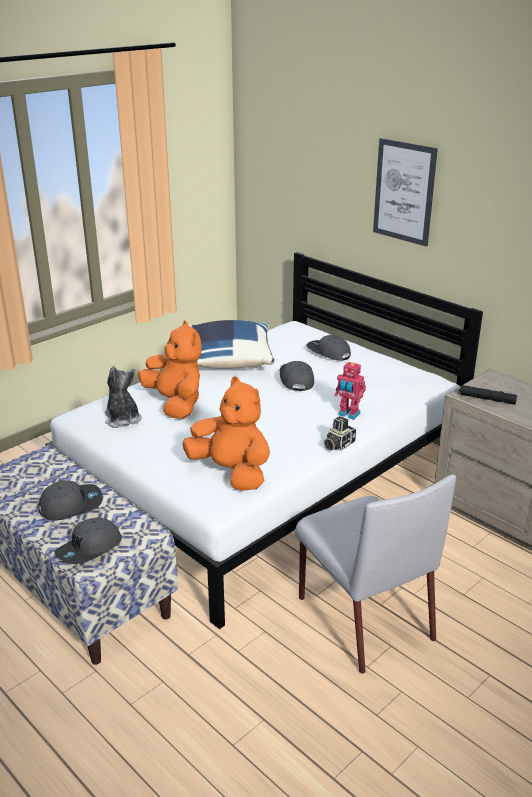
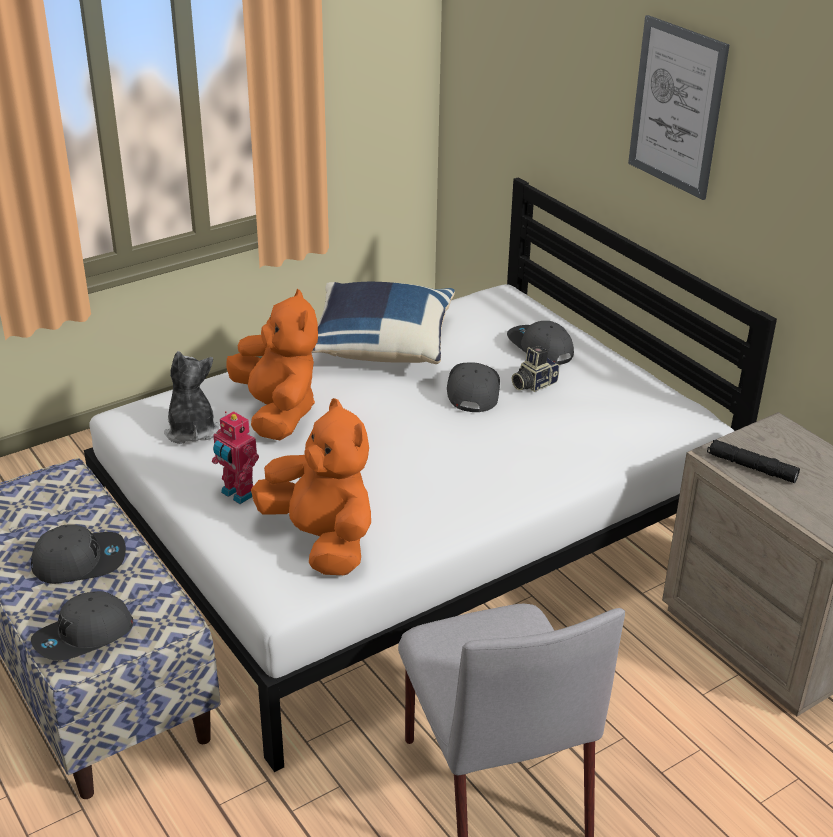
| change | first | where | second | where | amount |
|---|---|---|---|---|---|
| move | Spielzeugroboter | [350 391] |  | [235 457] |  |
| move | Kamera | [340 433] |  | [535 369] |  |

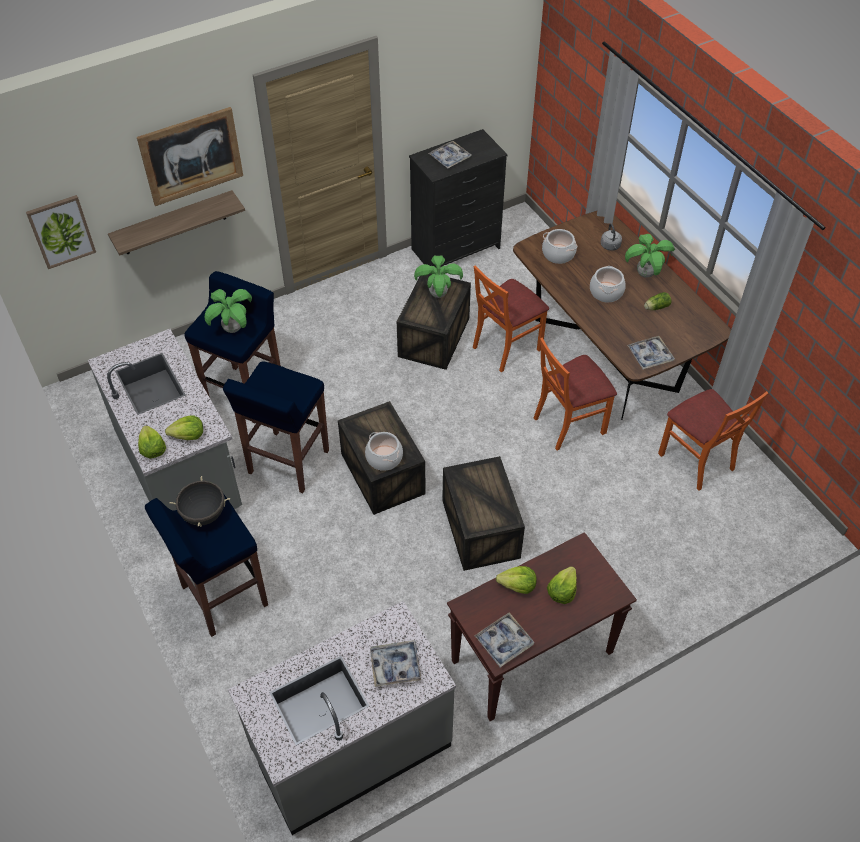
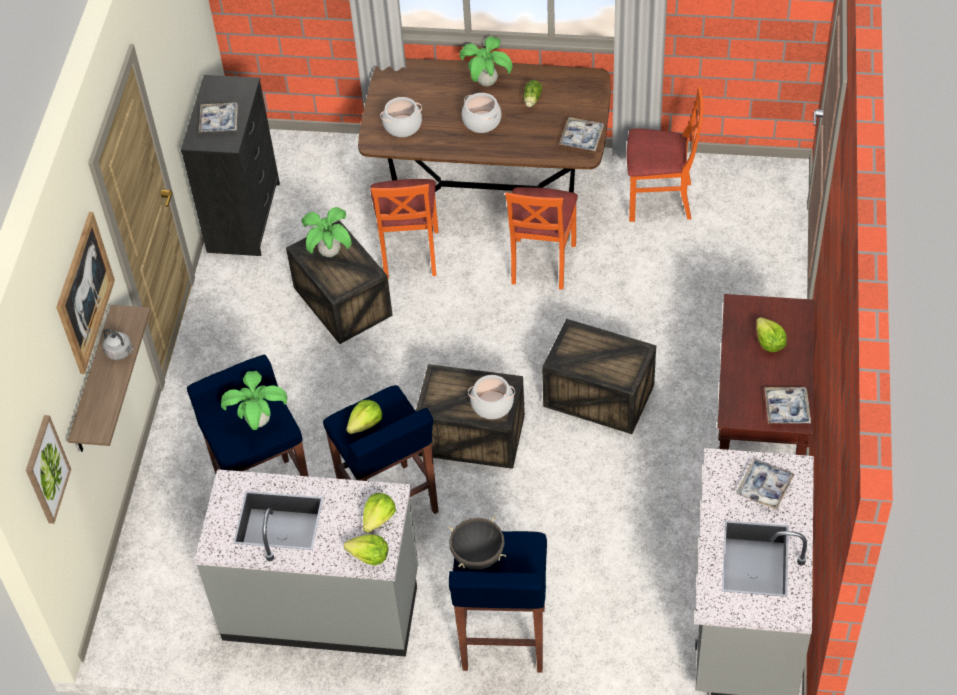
| change | first | where | second | where | amount |
|---|---|---|---|---|---|
| move | Wasserkessel [grau] | [611 237] |  | [118 344] |  |
| move | Salatkopf | [516 580] |  | [364 417] |  |

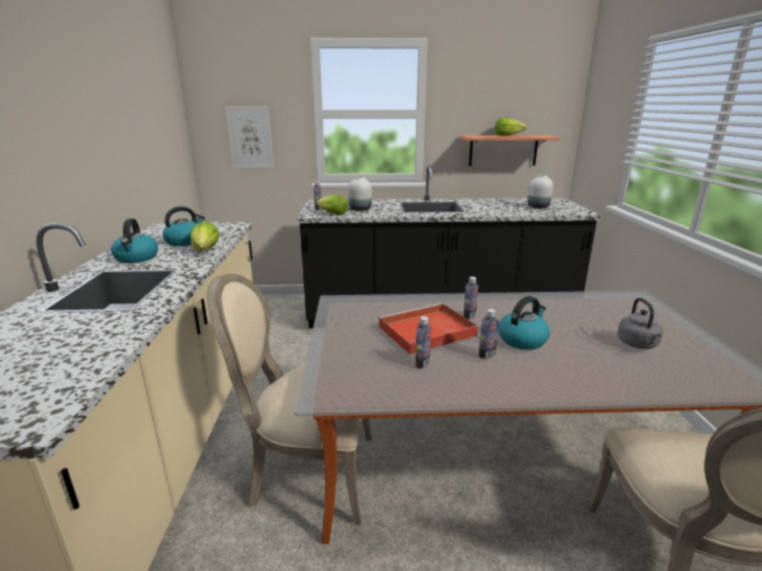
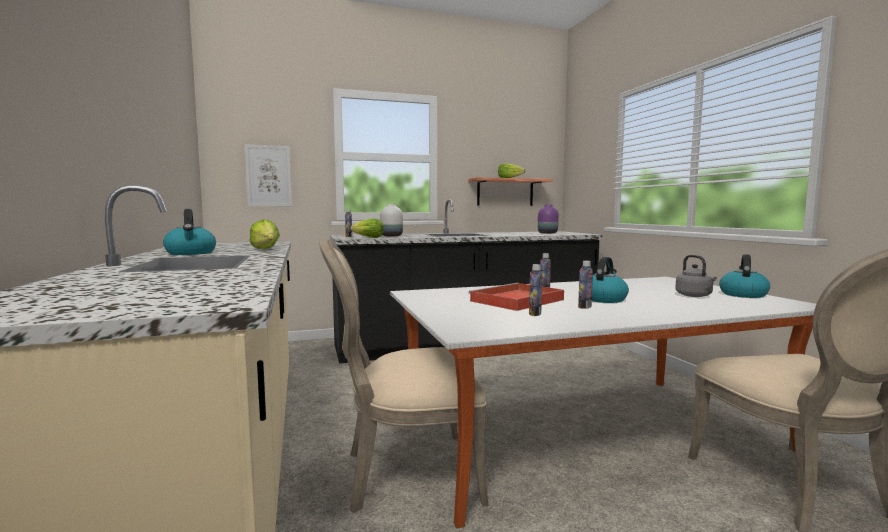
| change | first | where | second | where | amount |
|---|---|---|---|---|---|
| recolor | Vase [weiß] | [540 191] | Vase [lila] | [548 219] |  |
| move | Wasserkessel | [184 226] |  | [744 276] |  |

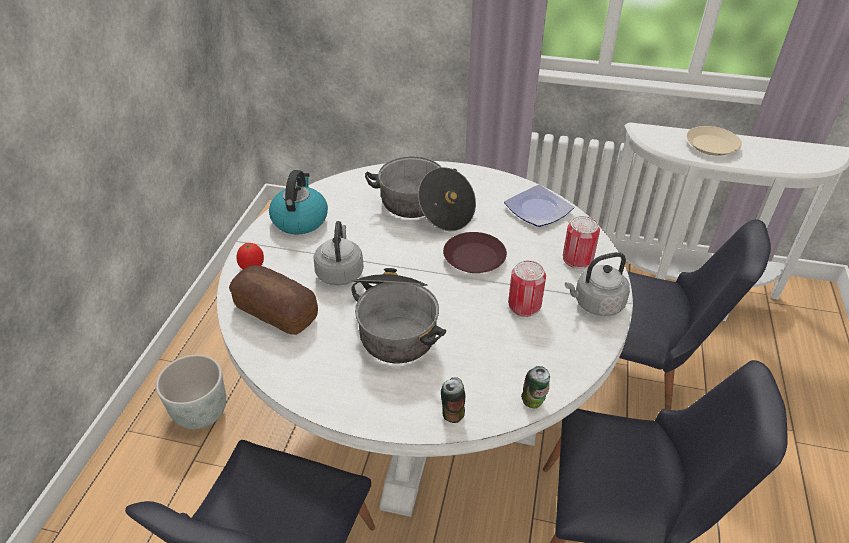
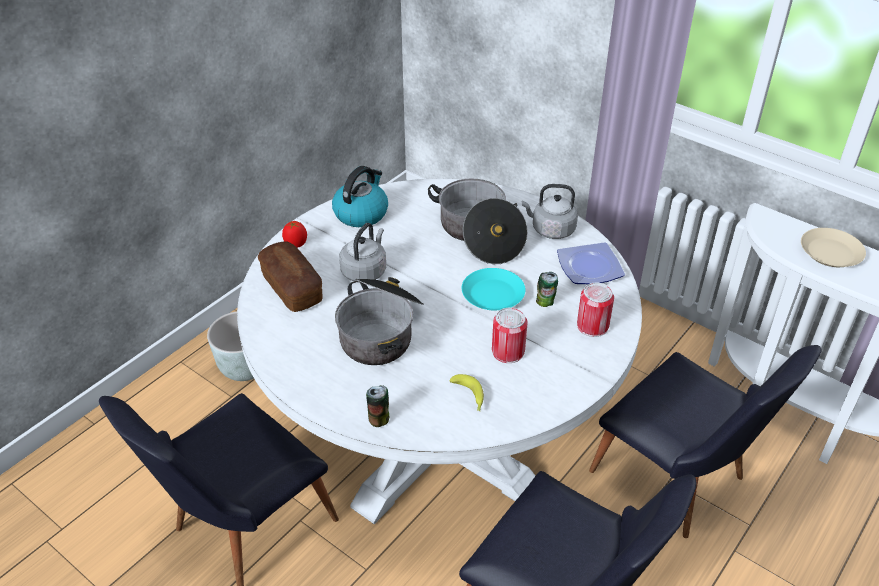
| change | first | where | second | where | amount |
|---|---|---|---|---|---|
| insert |  |  | Banane | [467 392] |  |
| recolor | Teller [braun] | [475 252] | Teller [türkis] | [493 289] |  |
| move | Wasserkessel [grau] | [597 284] |  | [550 211] |  |
| move | Dose | [535 387] |  | [547 289] |  |

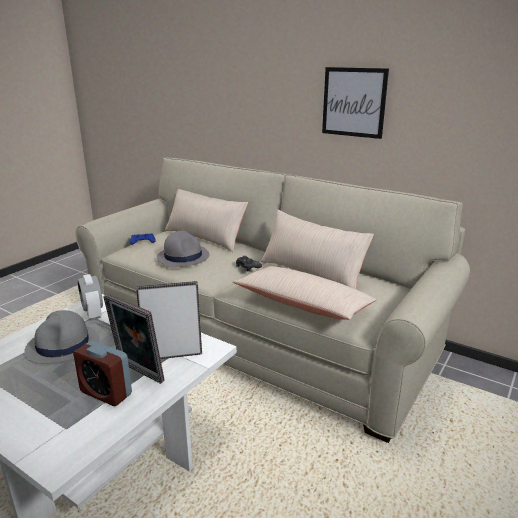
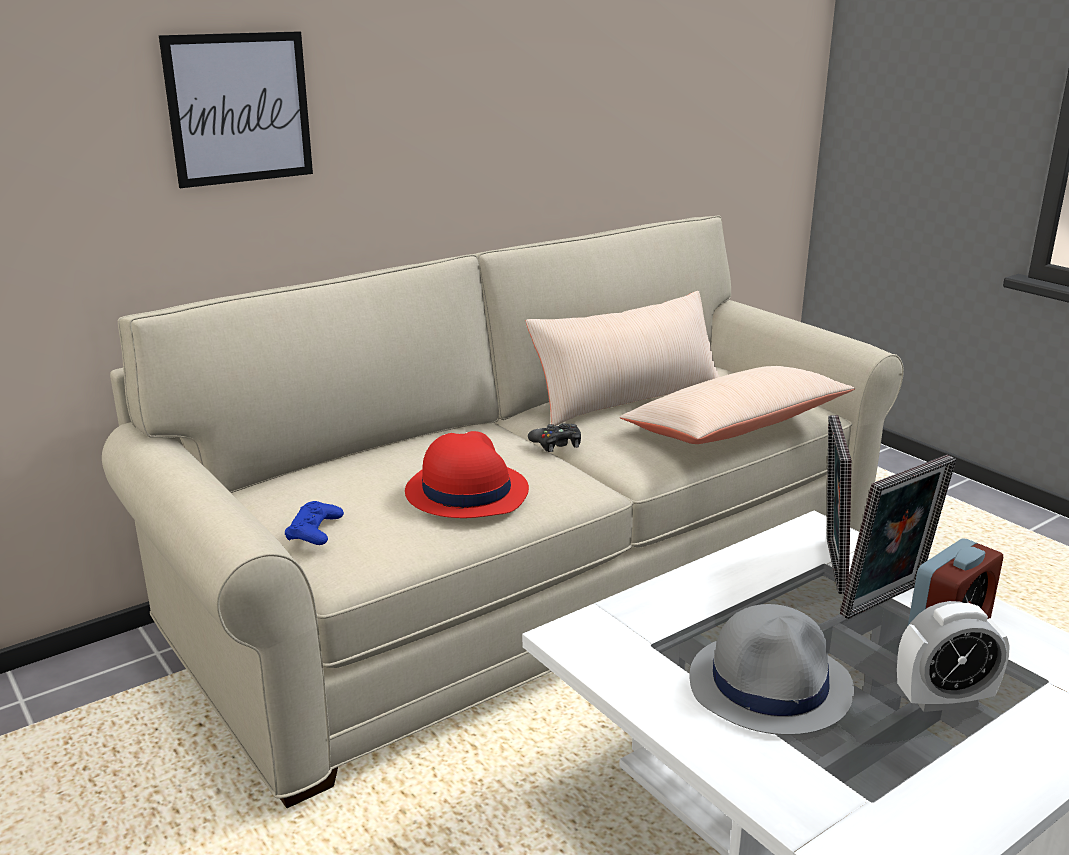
| change | first | where | second | where | amount |
|---|---|---|---|---|---|
| move | Bild | [355 103] |  | [236 109] |  |
| recolor | Hut [grau] | [183 249] | Hut [rot] | [467 474] |  |
| move | Wecker | [90 297] |  | [953 656] |  |
| delete | Kissen [beige] | [206 220] |  |  |  |

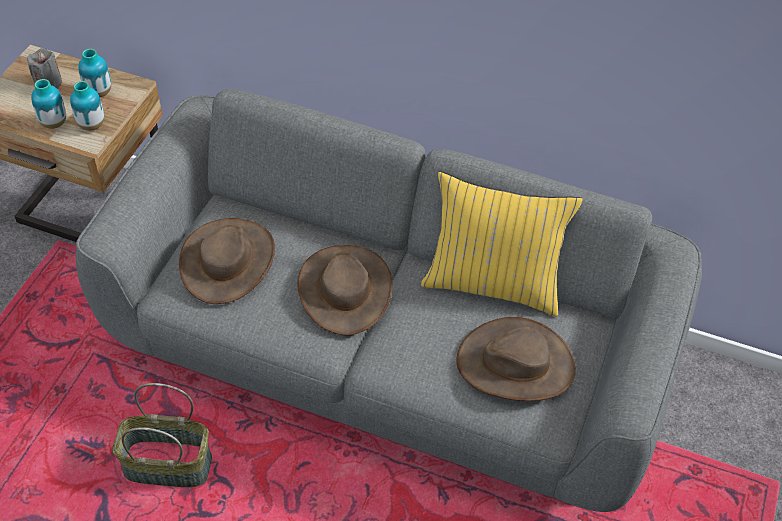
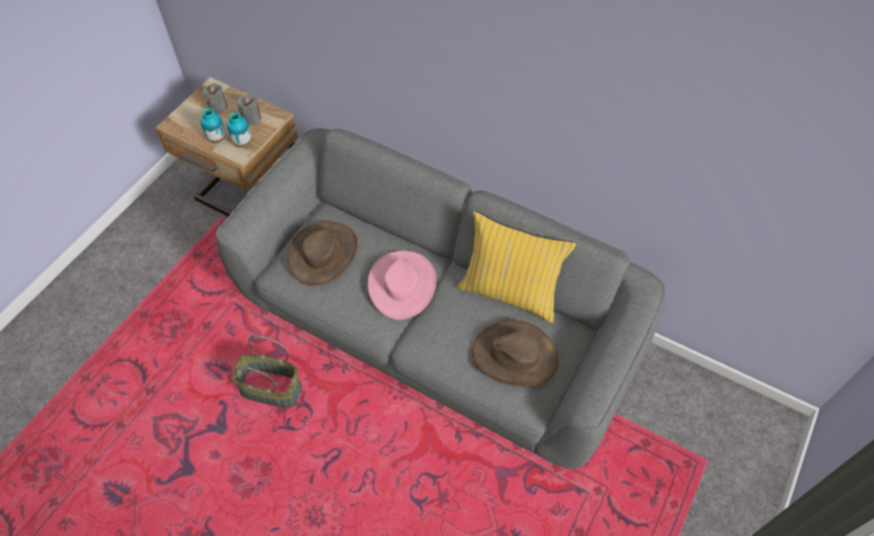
| change | first | where | second | where | amount |
|---|---|---|---|---|---|
| replace | Vase | [94 73] | Kerze [grau] | [249 109] |  |
| recolor | Hut [braun] | [345 290] | Hut [rosa] | [402 285] |  |

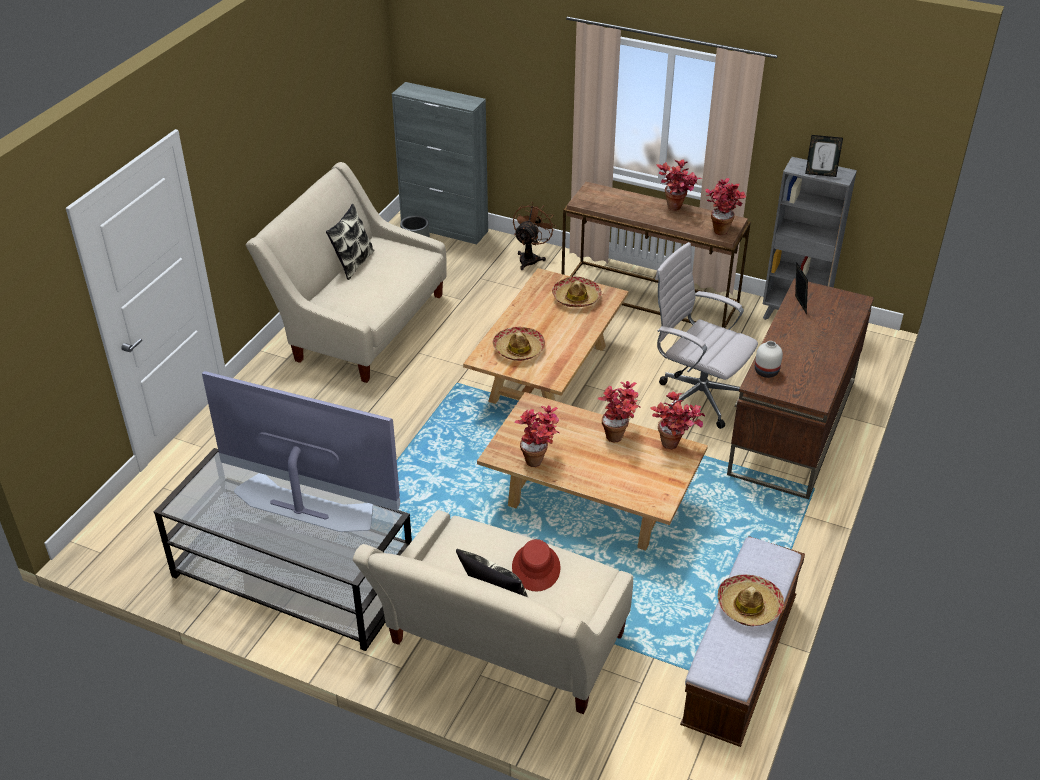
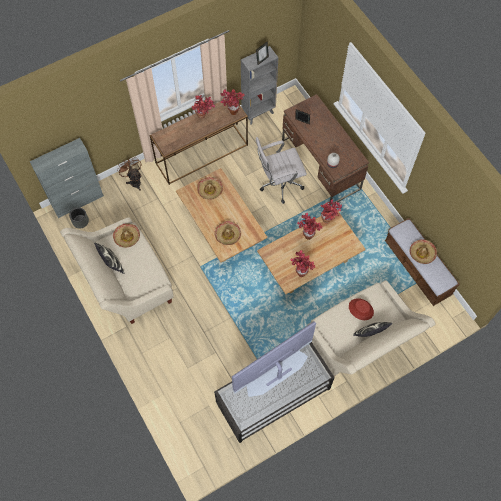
| change | first | where | second | where | amount |
|---|---|---|---|---|---|
| insert |  |  | Hut | [126 236] |  |

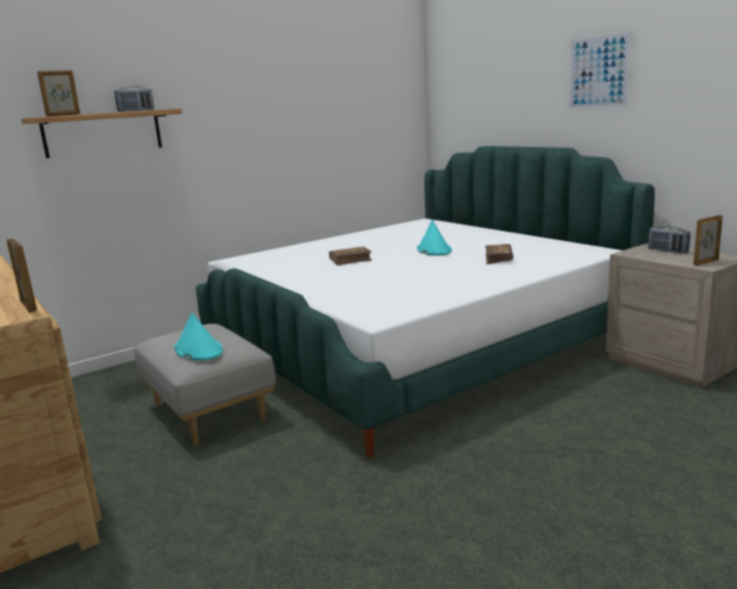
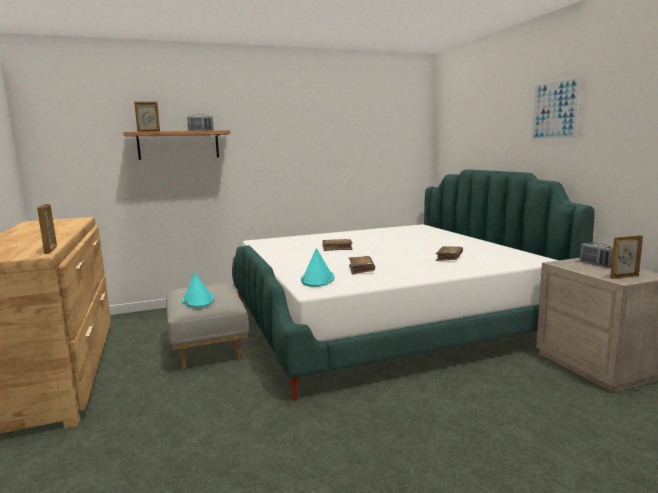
| change | first | where | second | where | amount |
|---|---|---|---|---|---|
| move | Hut [türkis] | [434 238] |  | [318 267] |  |
| insert |  |  | Buch [braun] | [361 265] |  |

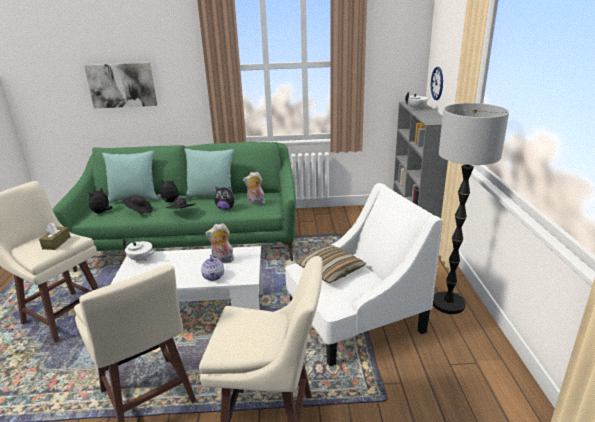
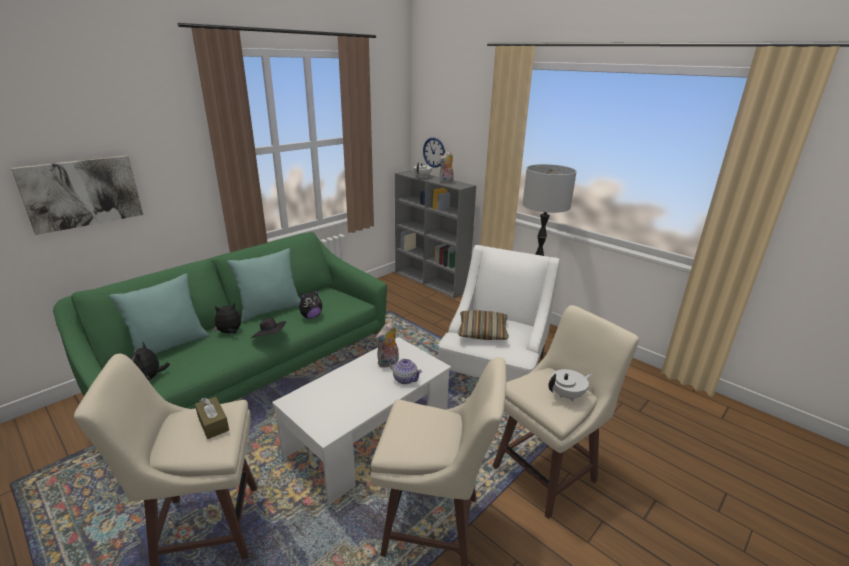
| change | first | where | second | where | amount |
|---|---|---|---|---|---|
| move | Plüschtier | [254 188] |  | [446 167] |  |
| move | Teekanne [weiß] | [139 250] |  | [570 385] |  |
| delete | Hut [schwarz] | [137 204] |  |  |  |

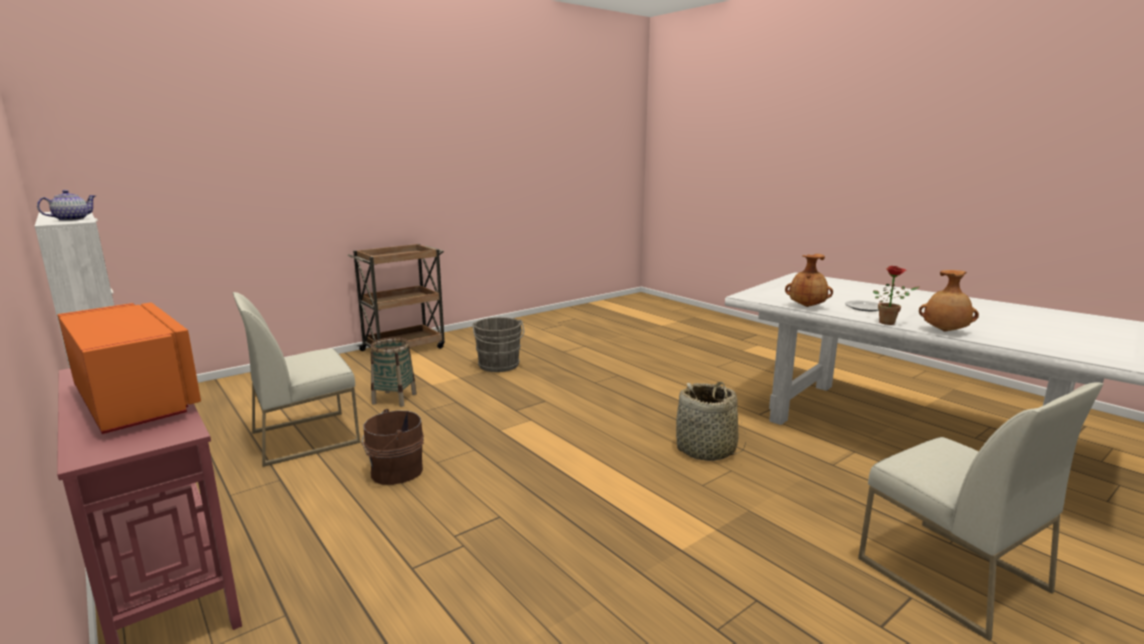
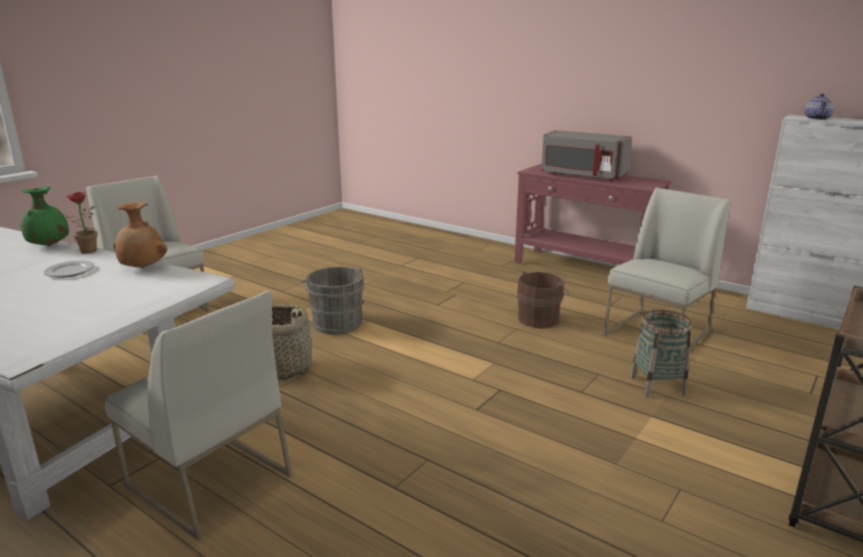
| change | first | where | second | where | amount |
|---|---|---|---|---|---|
| recolor | Vase [braun] | [949 300] | Vase [grün] | [45 216] |  |
| insert |  |  | Stuhl [weiß] | [198 415] |  |
| move | Eimer [grau] | [498 344] |  | [333 301] |  |
| recolor | Mikrowelle [orange] | [129 368] | Mikrowelle [grau] | [586 155] |  |

